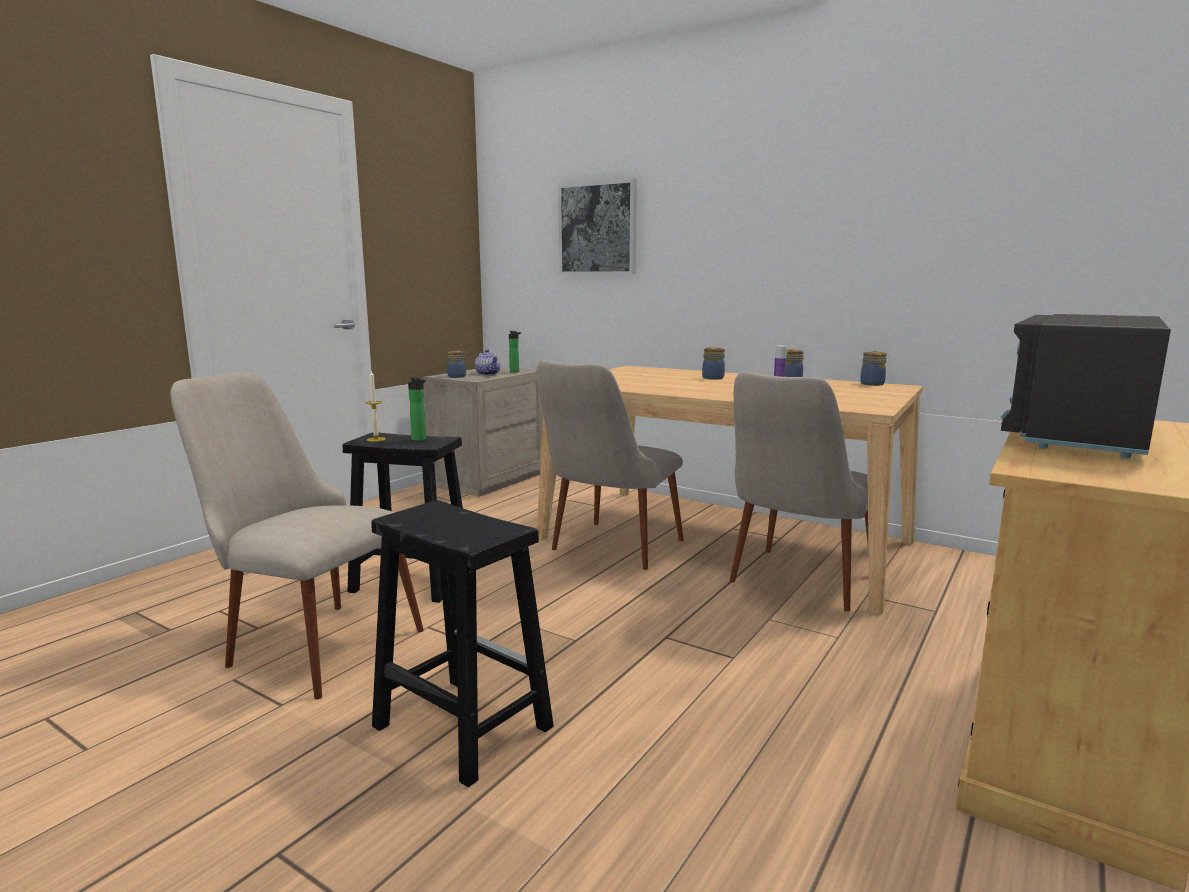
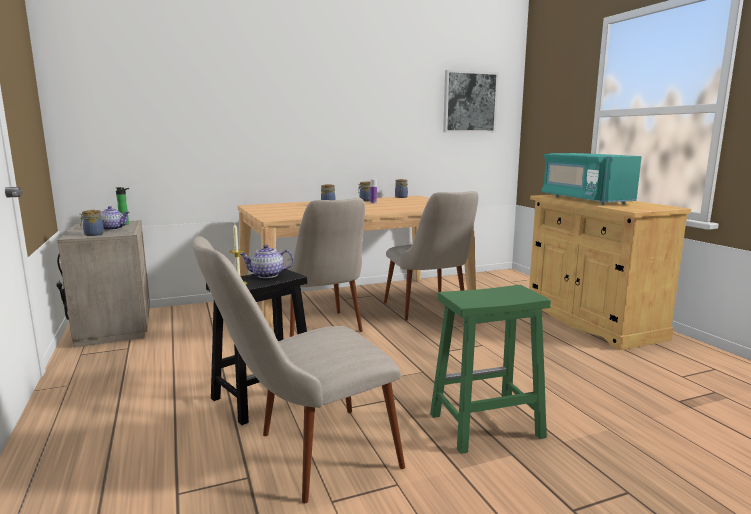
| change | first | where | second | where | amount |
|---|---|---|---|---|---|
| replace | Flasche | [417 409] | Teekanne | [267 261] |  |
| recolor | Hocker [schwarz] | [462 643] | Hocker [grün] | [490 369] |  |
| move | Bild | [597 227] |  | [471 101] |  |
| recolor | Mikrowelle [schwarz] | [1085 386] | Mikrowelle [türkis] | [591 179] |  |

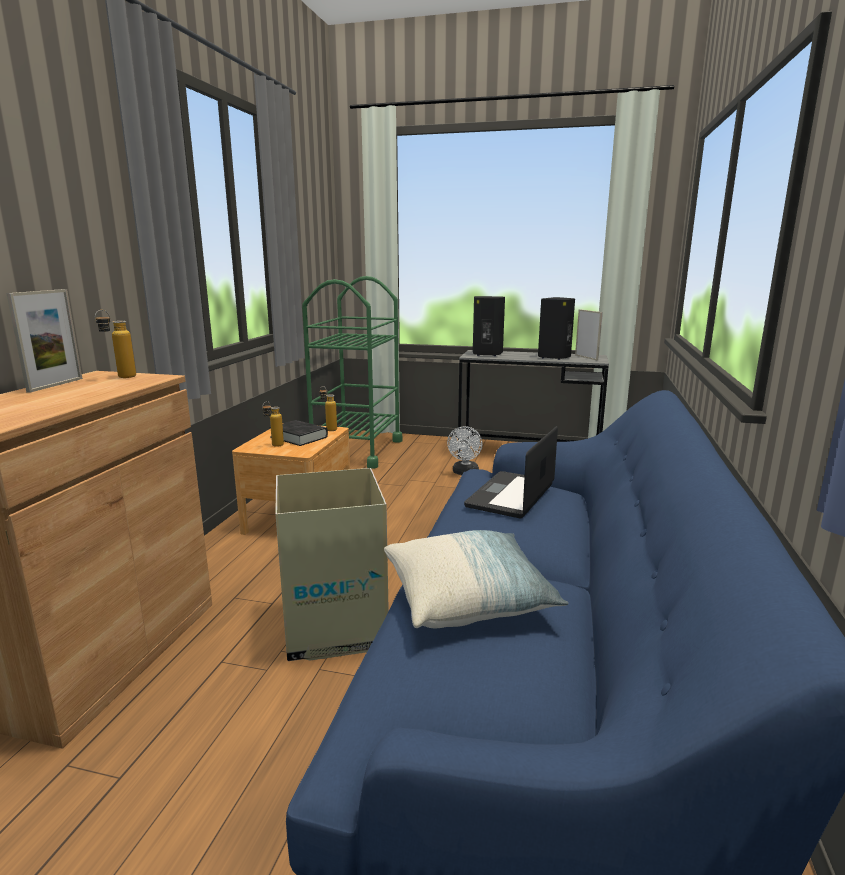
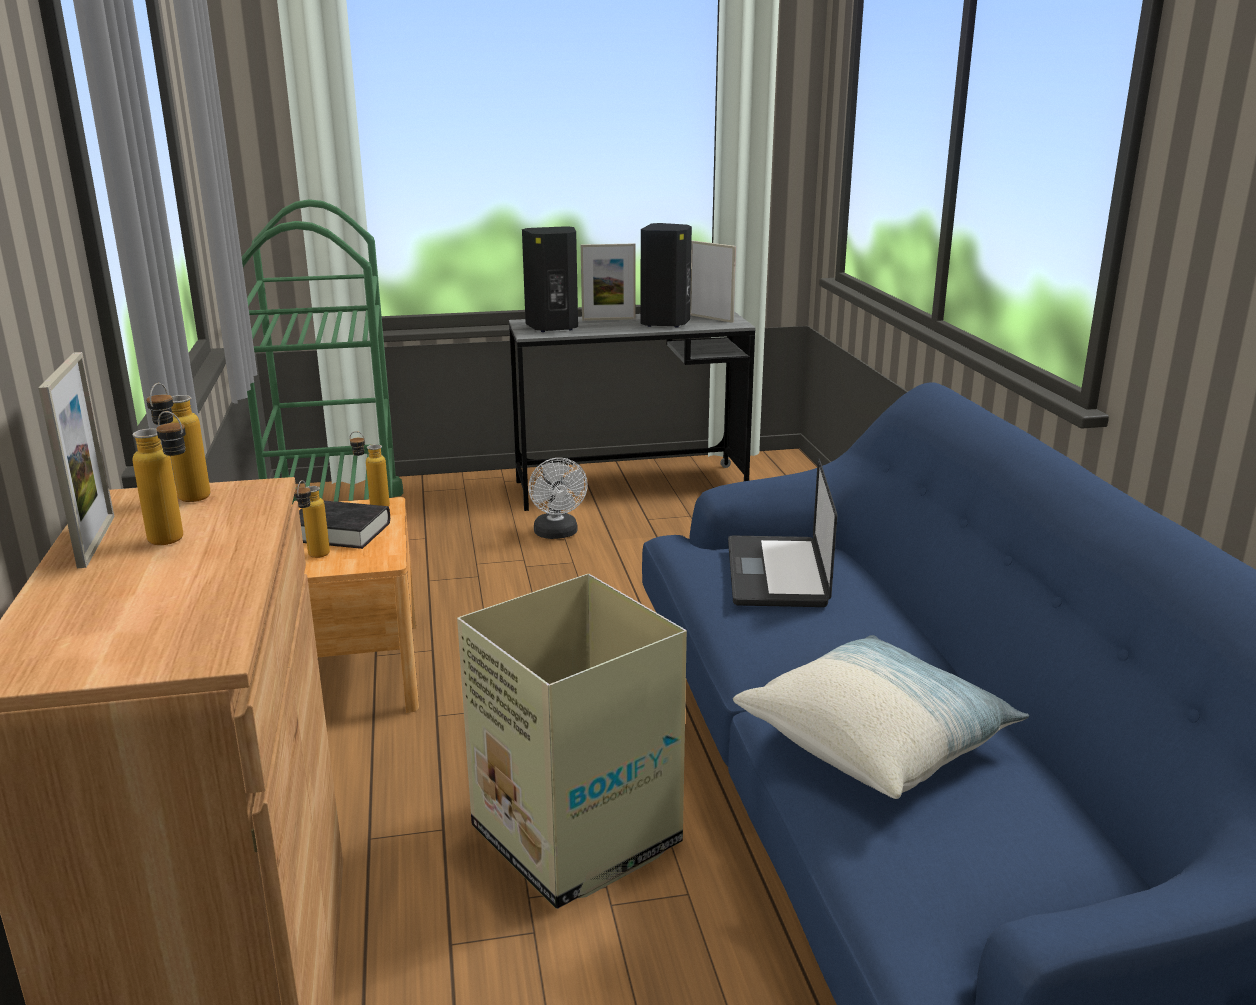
| change | first | where | second | where | amount |
|---|---|---|---|---|---|
| insert |  |  | Flasche | [159 478] |  |
| insert |  |  | Bilderrahmen | [608 282] |  |

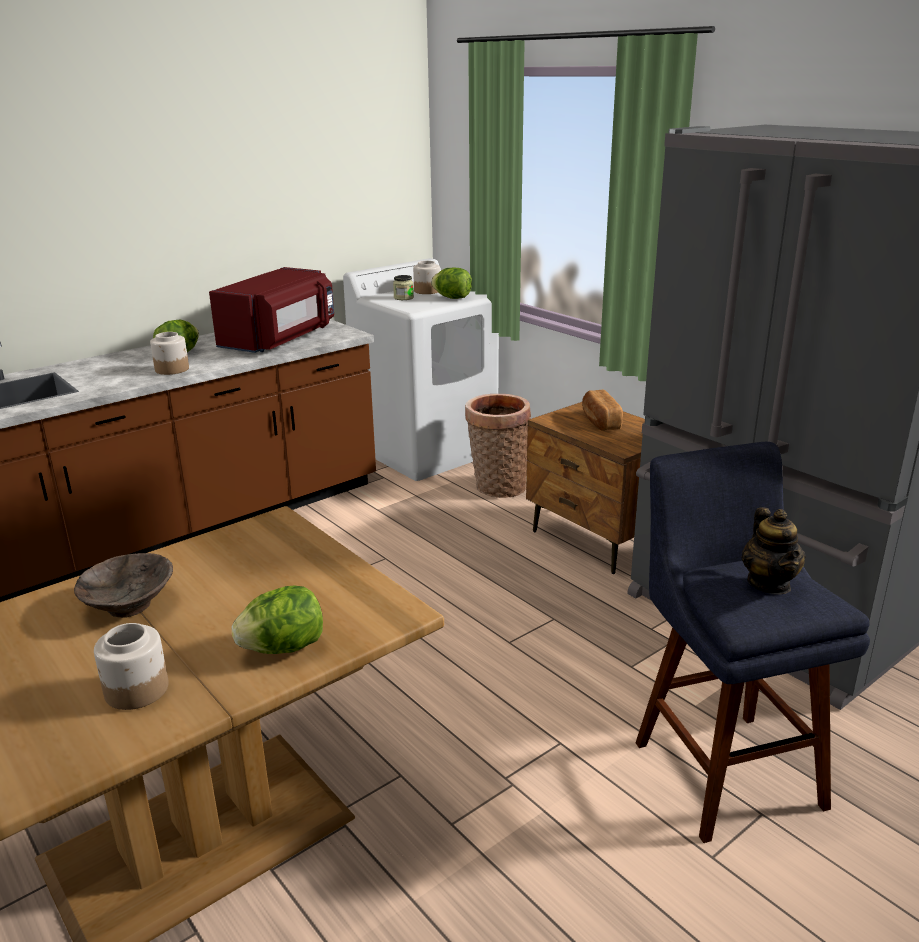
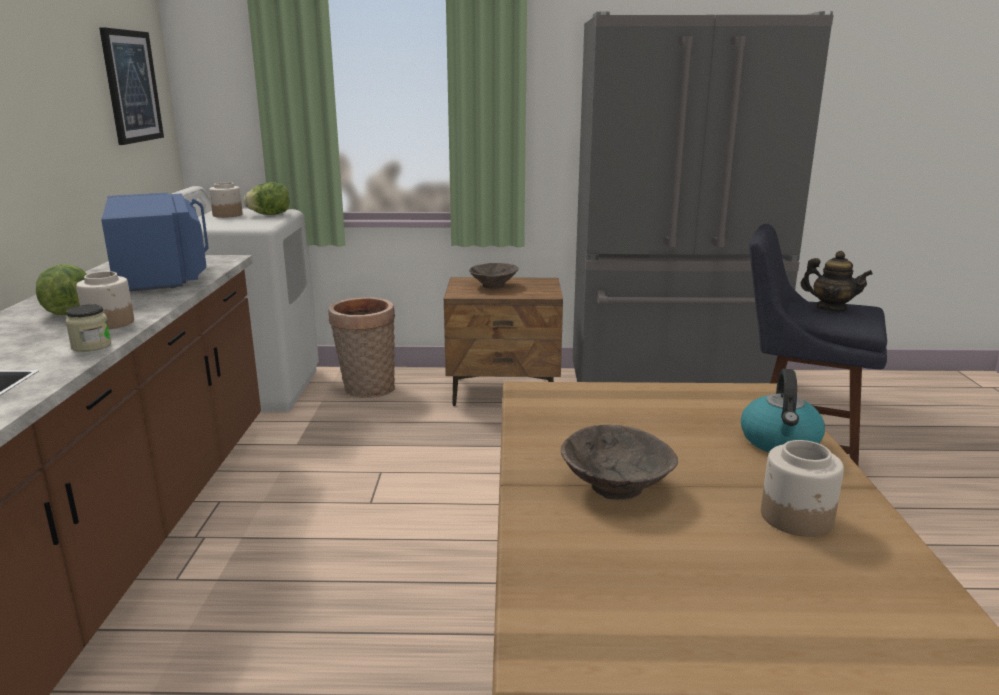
| change | first | where | second | where | amount |
|---|---|---|---|---|---|
| move | Vorratsglas | [403 287] |  | [88 328] |  |
| insert |  |  | Bild | [131 86] |  |
| recolor | Mikrowelle [rot] | [271 310] | Mikrowelle [blau] | [155 242] |  |
| replace | Brot | [602 410] | Schüssel [braun] | [494 276] |  |
| replace | Salatkopf | [277 620] | Wasserkessel | [783 410] |  |

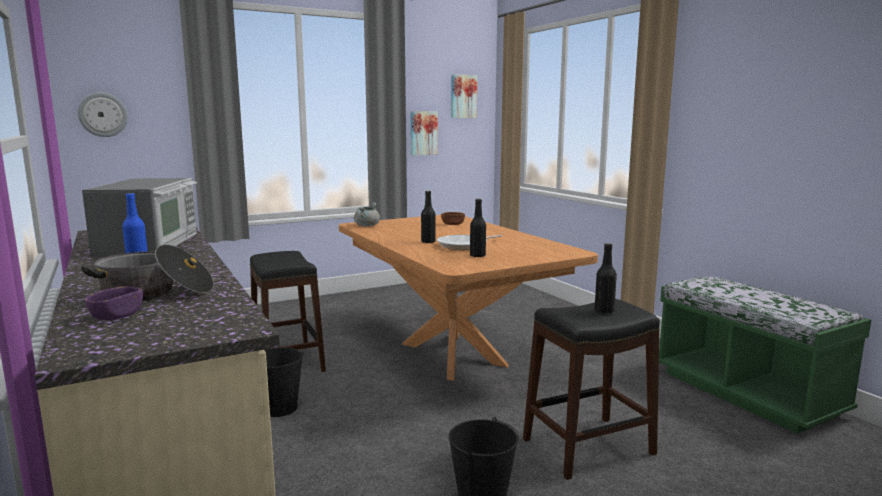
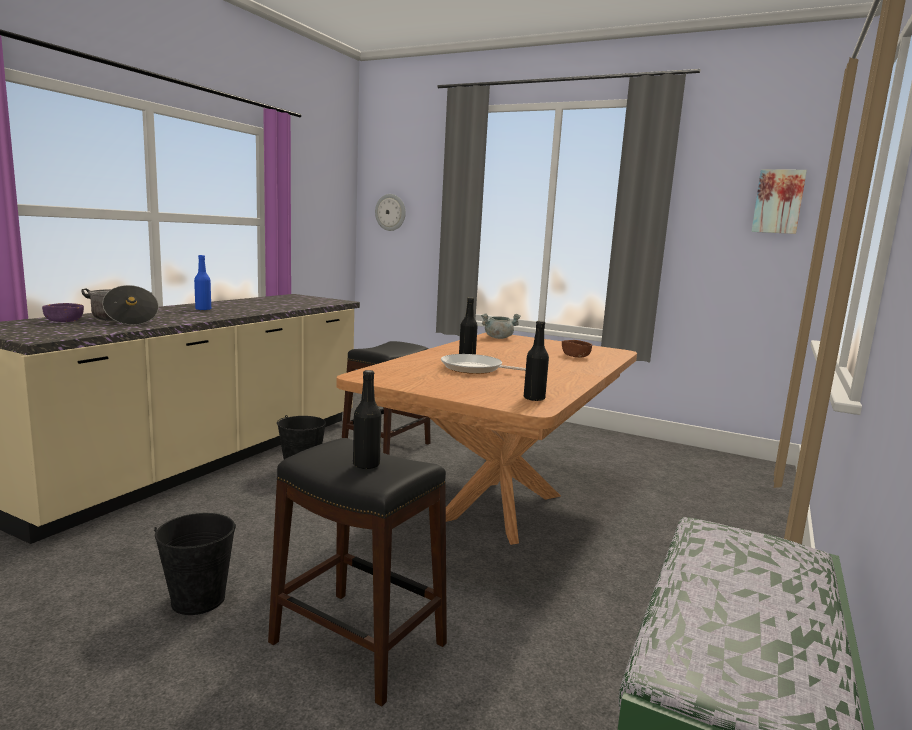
| change | first | where | second | where | amount |
|---|---|---|---|---|---|
| move | Flasche [schwarz] | [478 228] |  | [536 361] |  |
| delete | Mikrowelle | [139 217] |  |  |  |
| delete | Bild | [424 133] |  |  |  |

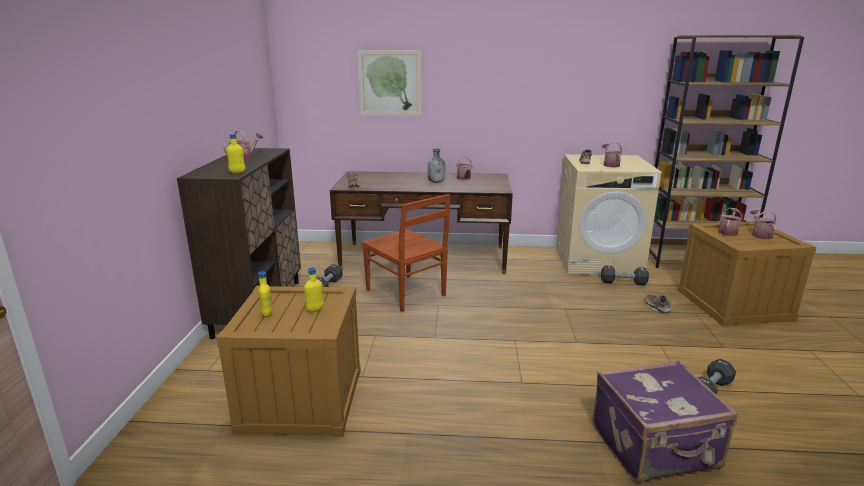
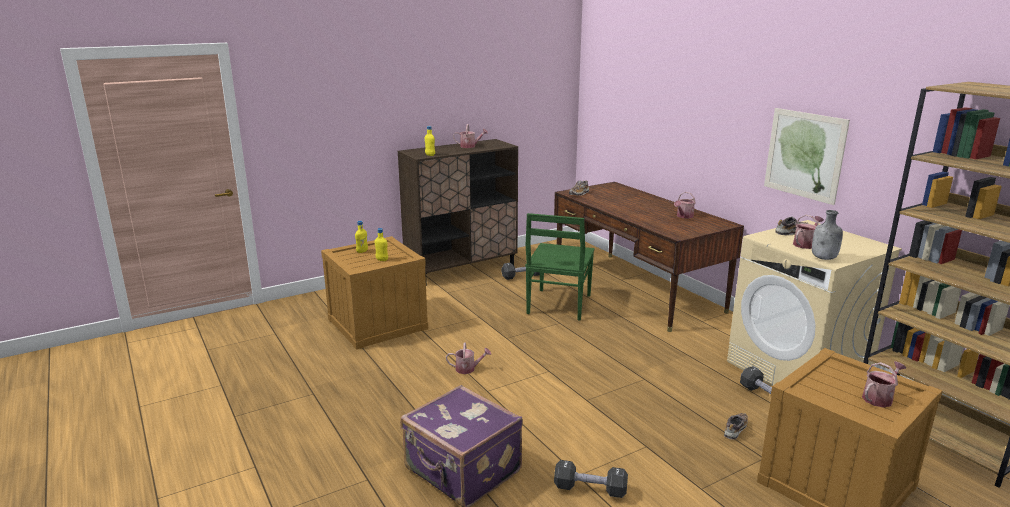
| change | first | where | second | where | amount |
|---|---|---|---|---|---|
| move | Gießkanne | [730 222] |  | [468 358] |  |
| recolor | Stuhl [braun] | [406 253] | Stuhl [grün] | [560 267] |  |
| move | Bild | [390 83] |  | [807 156] |  |
| move | Flasche [grau] | [436 166] |  | [827 235] |  |

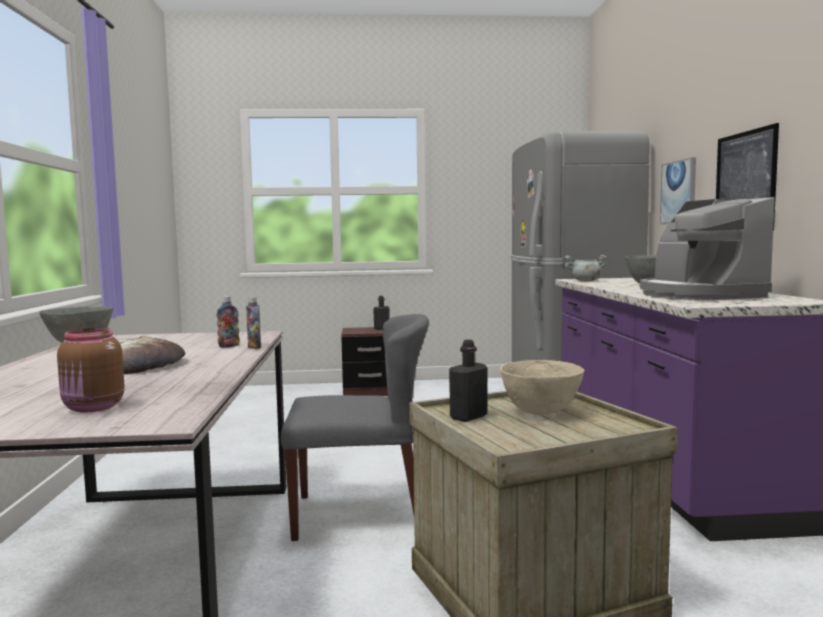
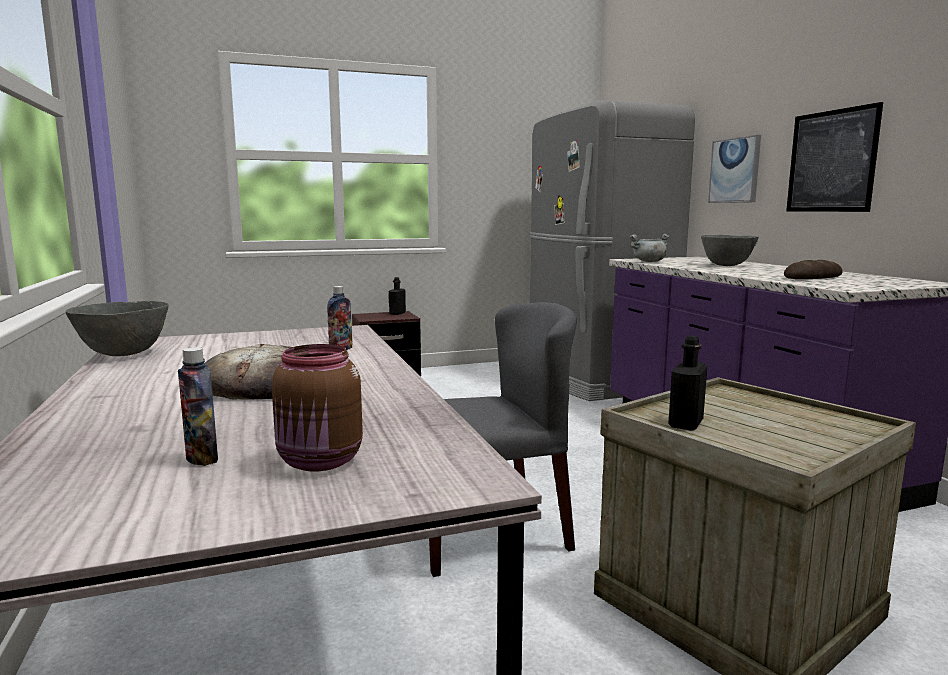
| change | first | where | second | where | amount |
|---|---|---|---|---|---|
| move | Flasche | [253 323] |  | [198 406] |  |
| replace | Kaffeemaschine | [707 248] | Brot | [813 269] |  |
| delete | Schüssel [beige] | [542 387] |  |  |  |

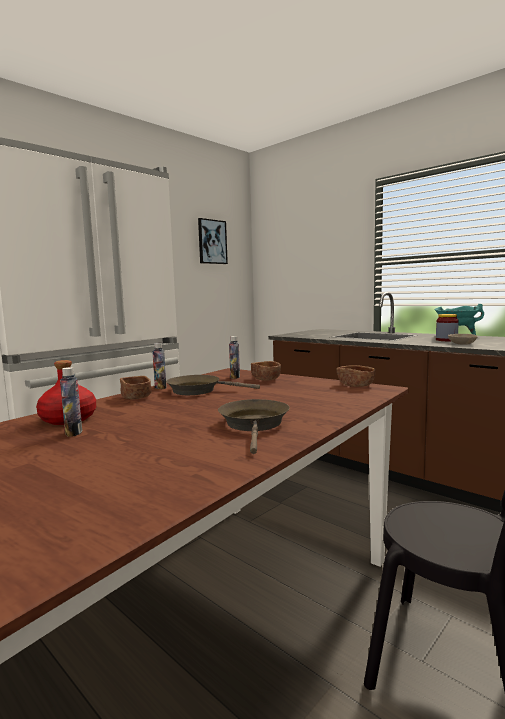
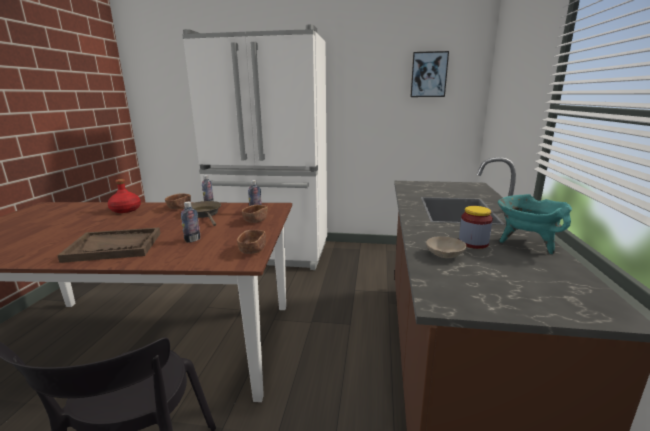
| change | first | where | second | where | amount |
|---|---|---|---|---|---|
| replace | Pfanne [braun] | [253 426] | Tablett [braun] | [108 245] |  |
| move | Flasche | [71 402] |  | [190 222] |  |

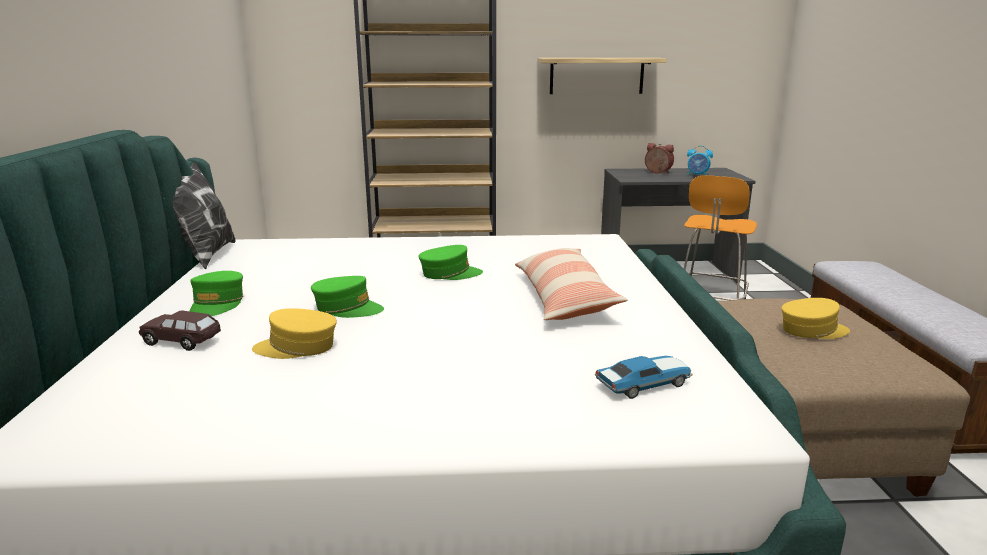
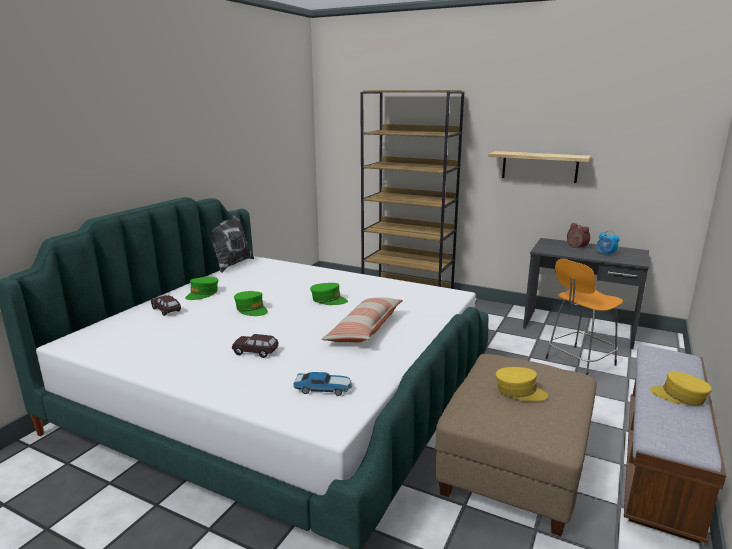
| change | first | where | second | where | amount |
|---|---|---|---|---|---|
| insert |  |  | Spielzeugauto [braun] | [255 346] |  |
| move | Kappe [gelb] | [294 333] |  | [681 388] |  |

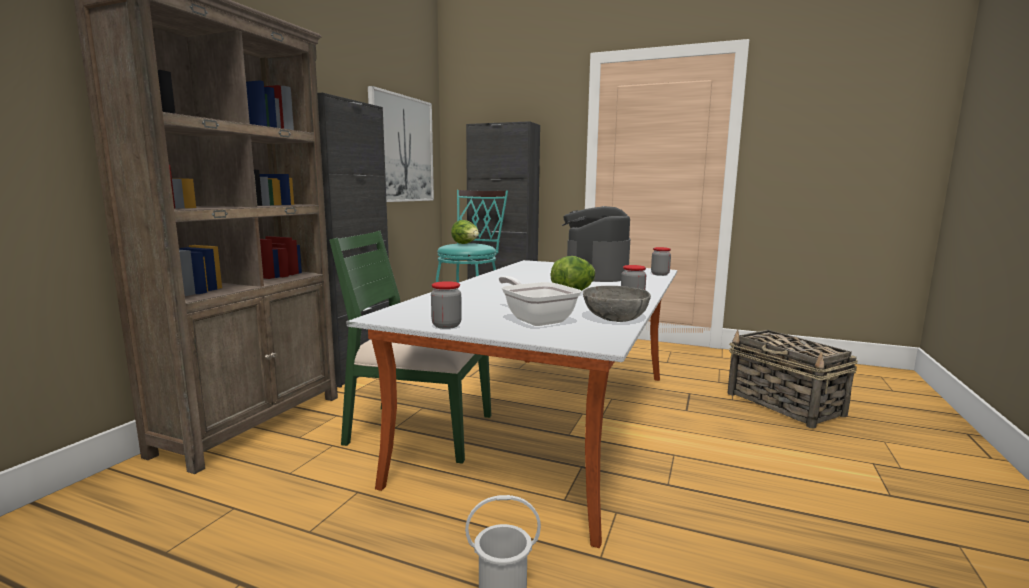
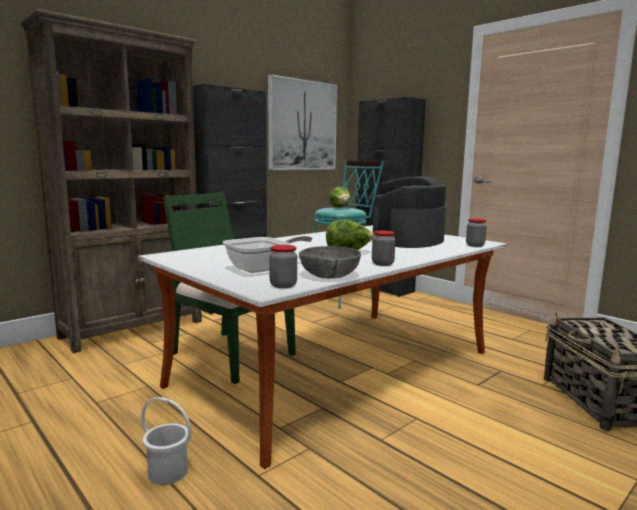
| change | first | where | second | where | amount |
|---|---|---|---|---|---|
| rotate | Pfanne | [540 301] |  | [267 254] | 60 degrees clockwise |
| move | Vorratsglas | [446 305] |  | [283 266] |  |

